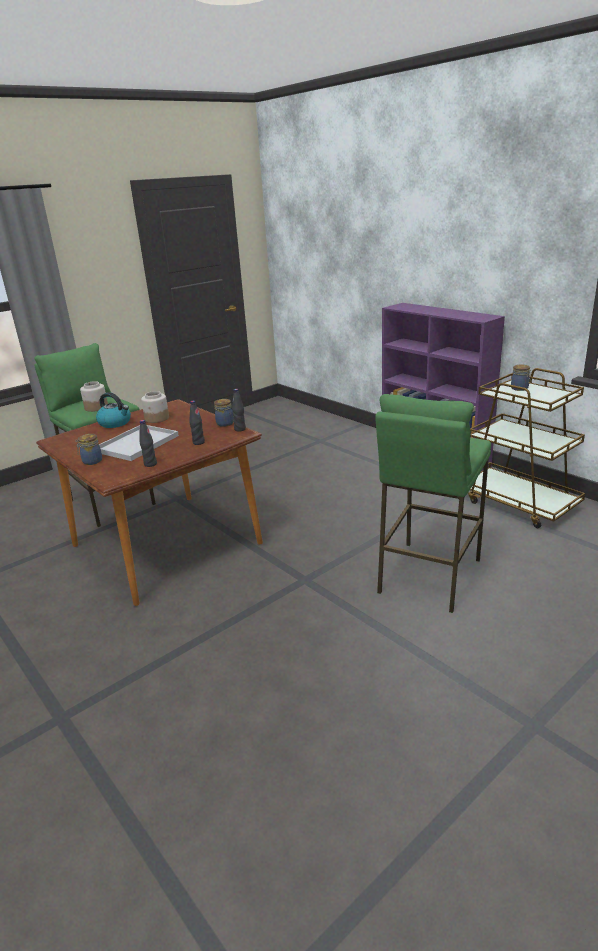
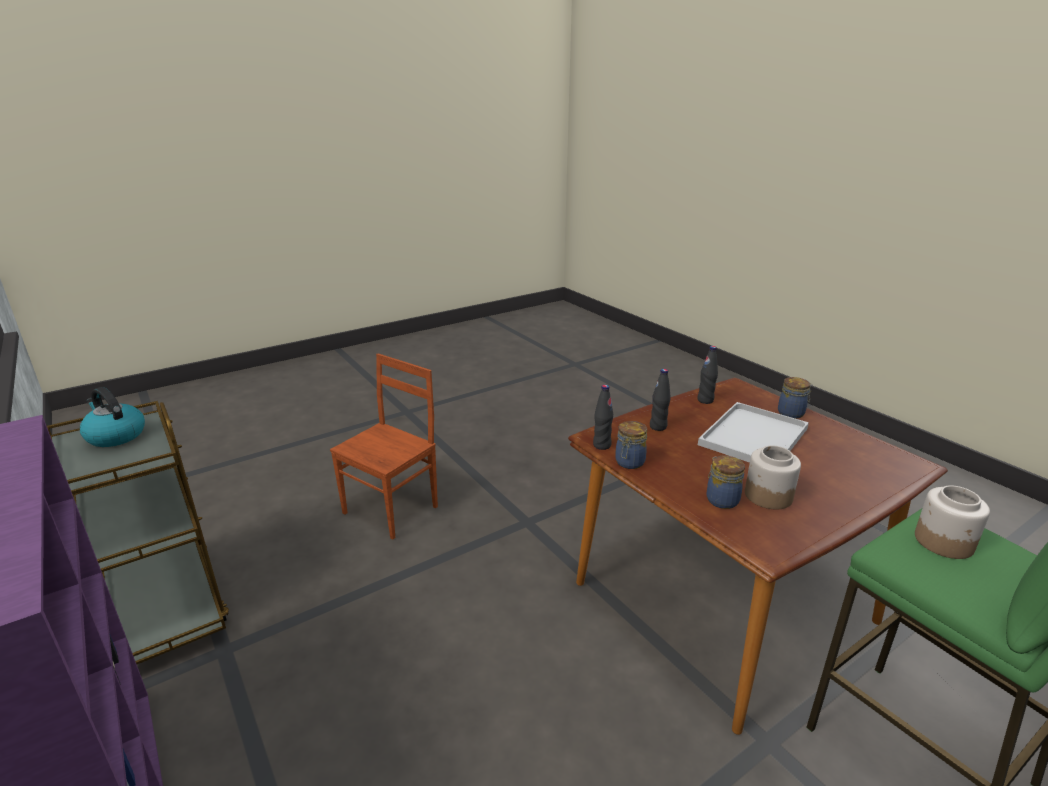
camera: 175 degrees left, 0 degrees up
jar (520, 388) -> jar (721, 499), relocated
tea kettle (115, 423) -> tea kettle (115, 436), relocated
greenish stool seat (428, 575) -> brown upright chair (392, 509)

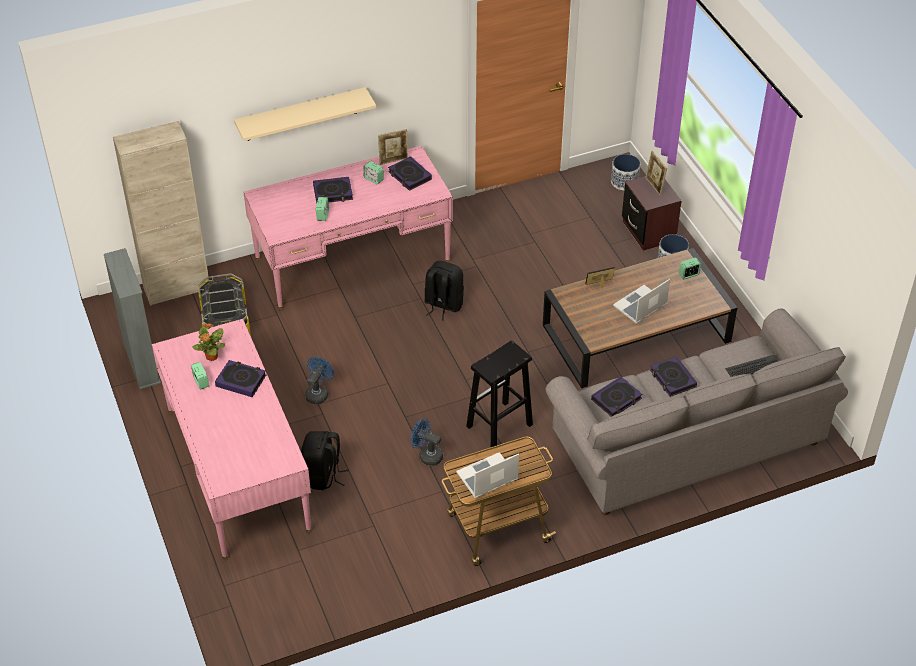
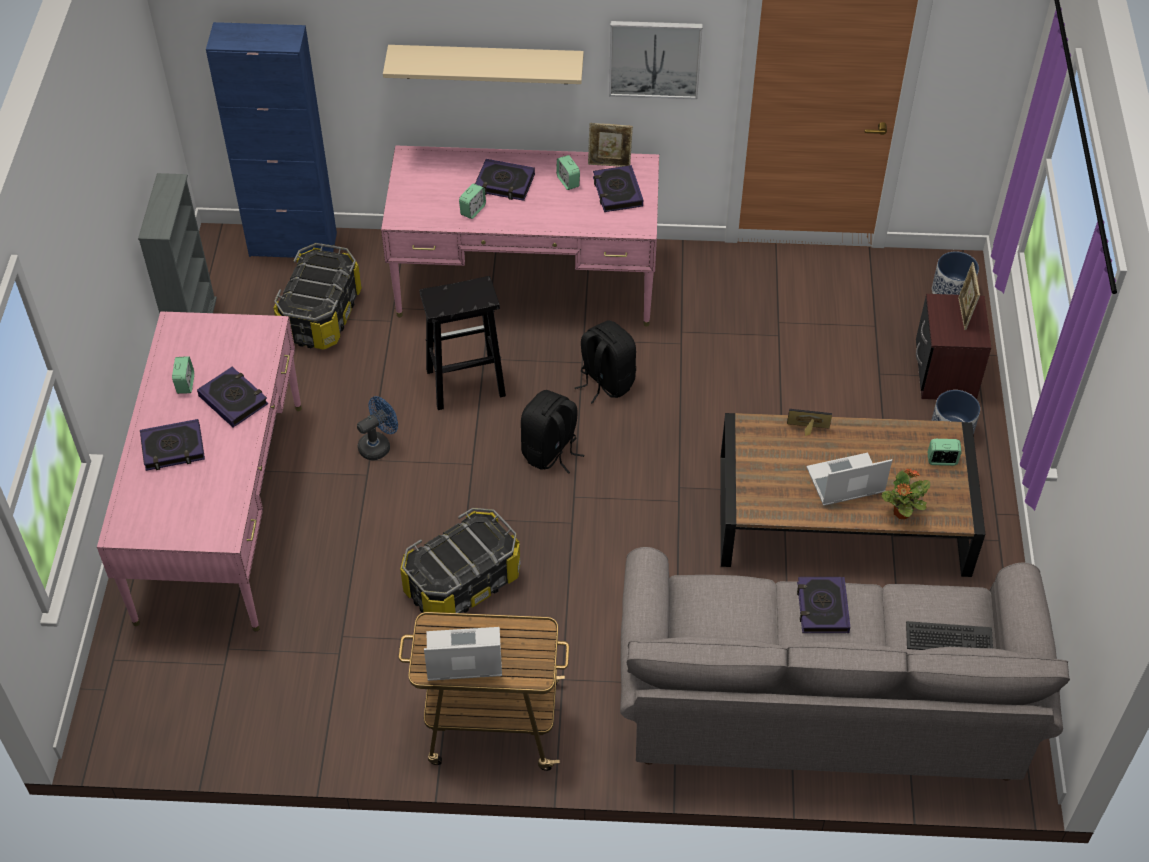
camera: 25 degrees right, 5 degrees up
beige-coloured cupboard (177, 288) -> blue cupboard (293, 245)
plant in a pot (211, 357) -> plant in a pot (901, 513), relocated
black stool seat (498, 426) -> black stool seat (464, 383), relocated
bound book (616, 399) -> bound book (173, 448), relocated
blue electric fan (427, 455) -> storage bin (463, 583)
black knapsack (323, 476) -> black knapsack (550, 452), relocated
none -> wall picture (654, 58)

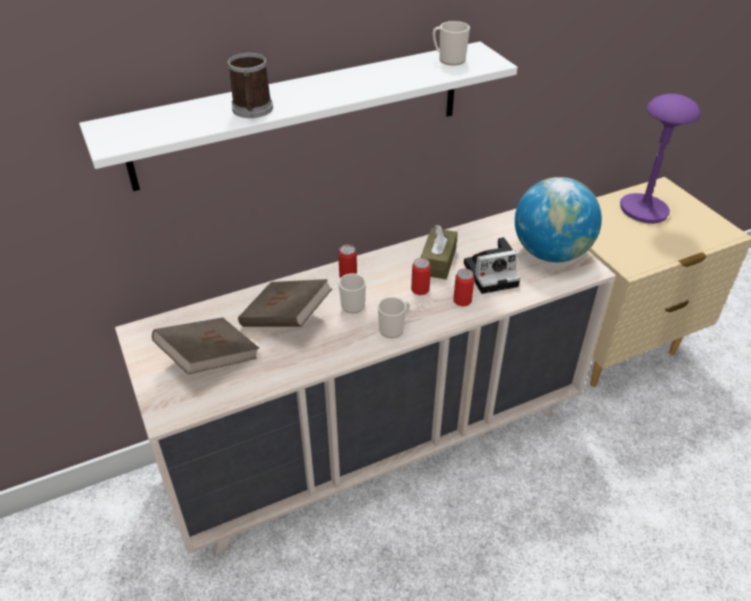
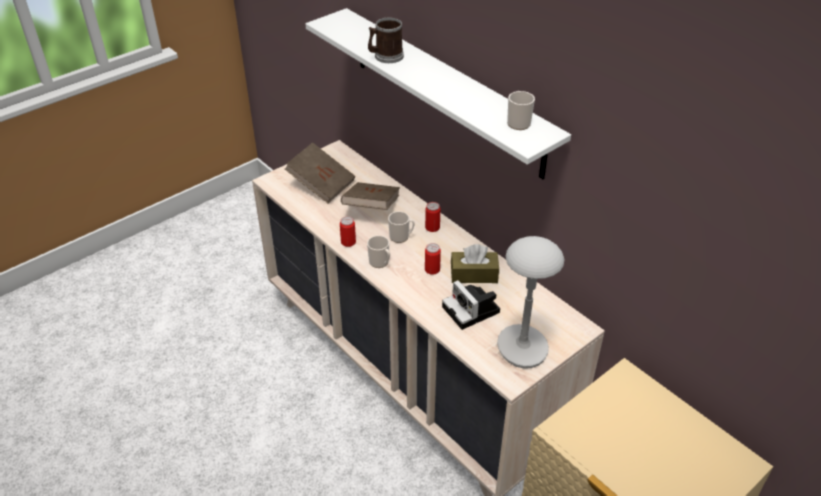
camera: 75 degrees right, 0 degrees up
purple lamp for a table (643, 210) -> none
world globe (550, 253) -> gray lamp for a table (522, 348)
sealed can (462, 301) -> sealed can (348, 242), relocated

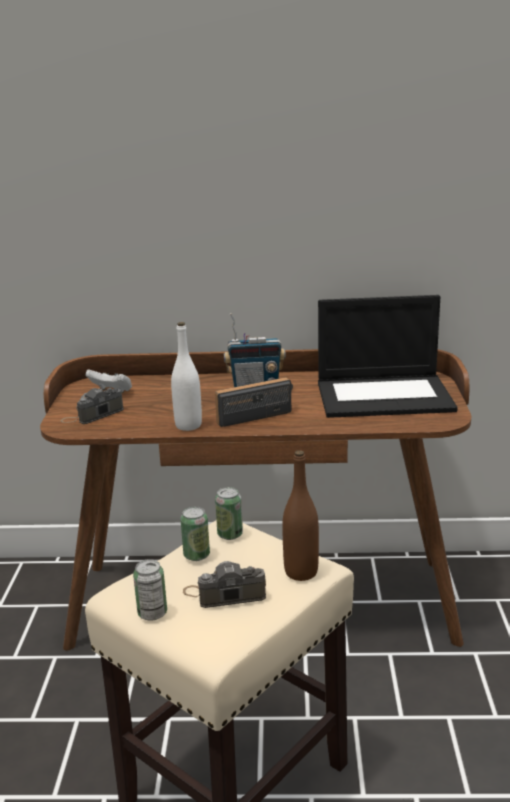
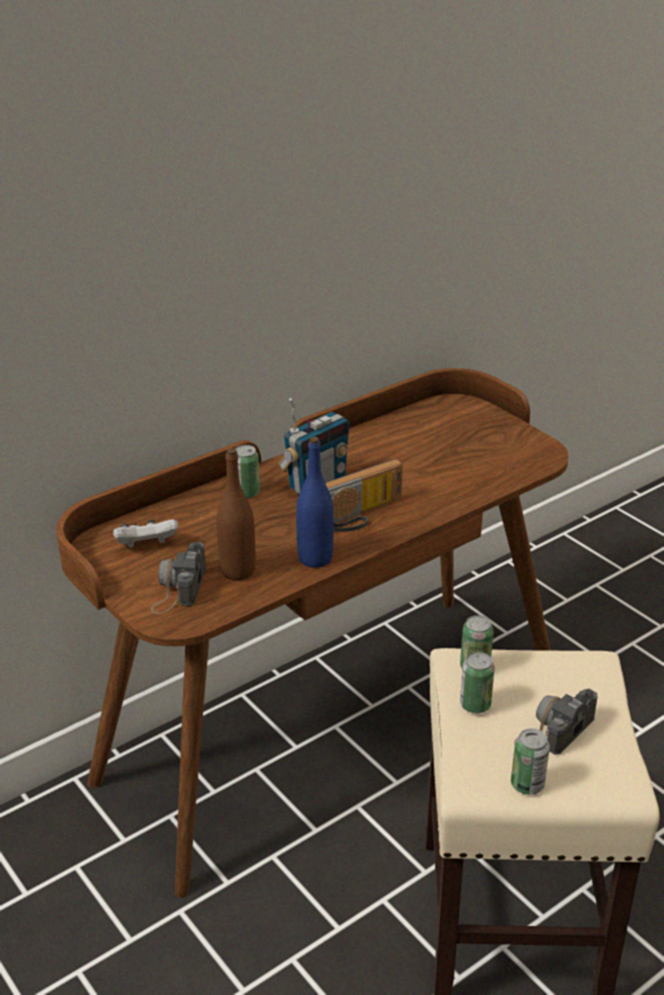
camera: 40 degrees left, 10 degrees up
laptop (385, 396) -> none
white-coloured drink bottle (188, 425) -> blue drink bottle (315, 558)
radio set (254, 414) -> radio set (361, 516), 150 degrees counterclockwise
brown drink bottle (301, 572) -> brown drink bottle (237, 571), relocated
none -> sealed can (246, 493)

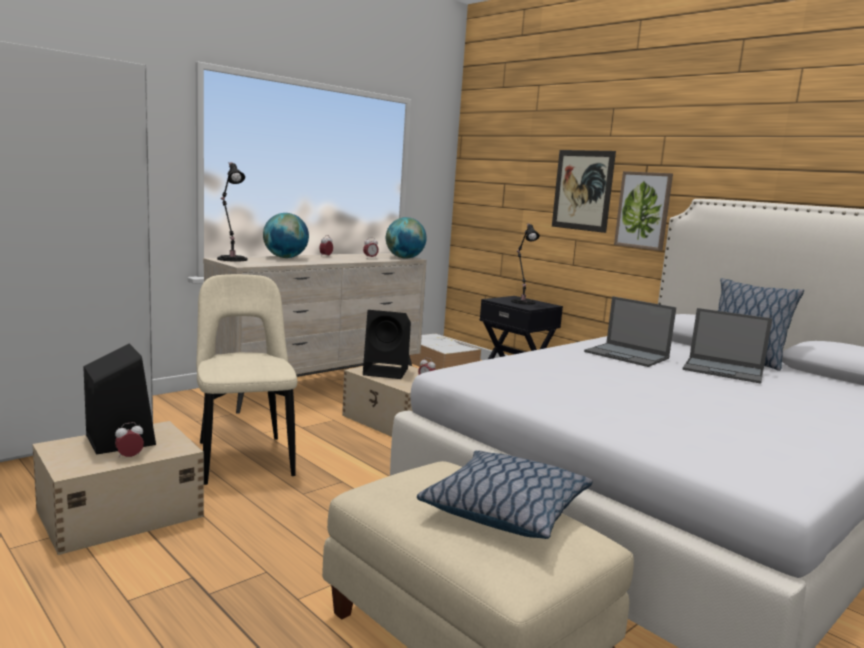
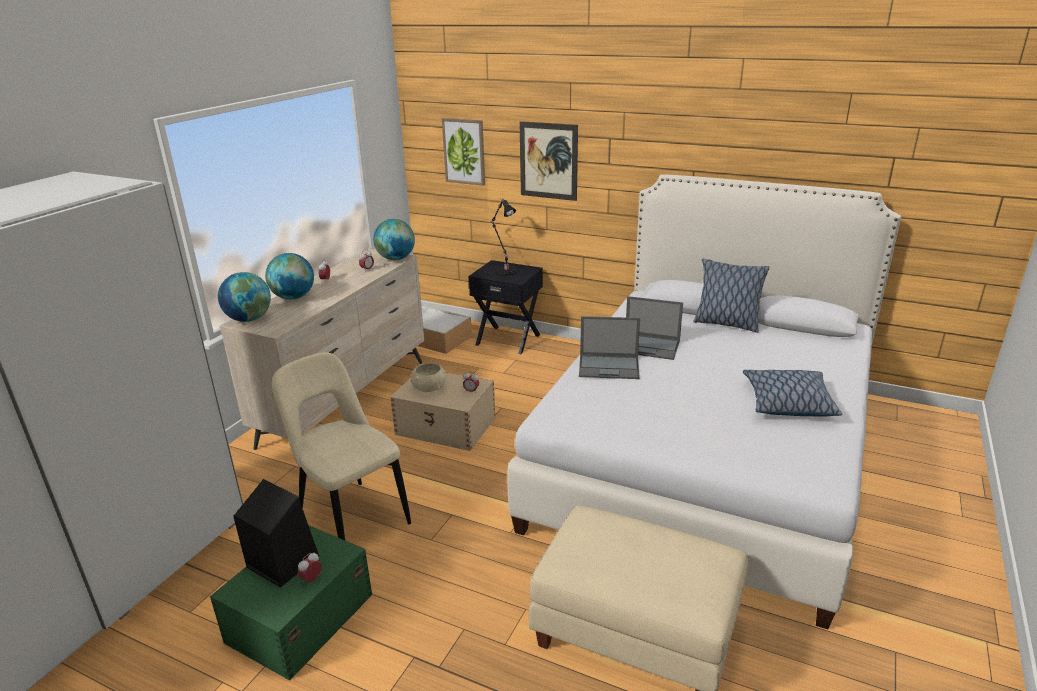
camera: 20 degrees left, 15 degrees up
black lamp for a table (231, 259) -> world globe (249, 319)
wall picture (643, 210) -> wall picture (464, 151), relocated
laptop (724, 370) -> laptop (609, 367), relocated
black audio speaker (387, 372) -> beige-coloured deep dish (429, 388)
beige-coloured storage bin (118, 513) -> greenish storage bin (299, 618)
cushion (504, 510) -> cushion (787, 403), relocated

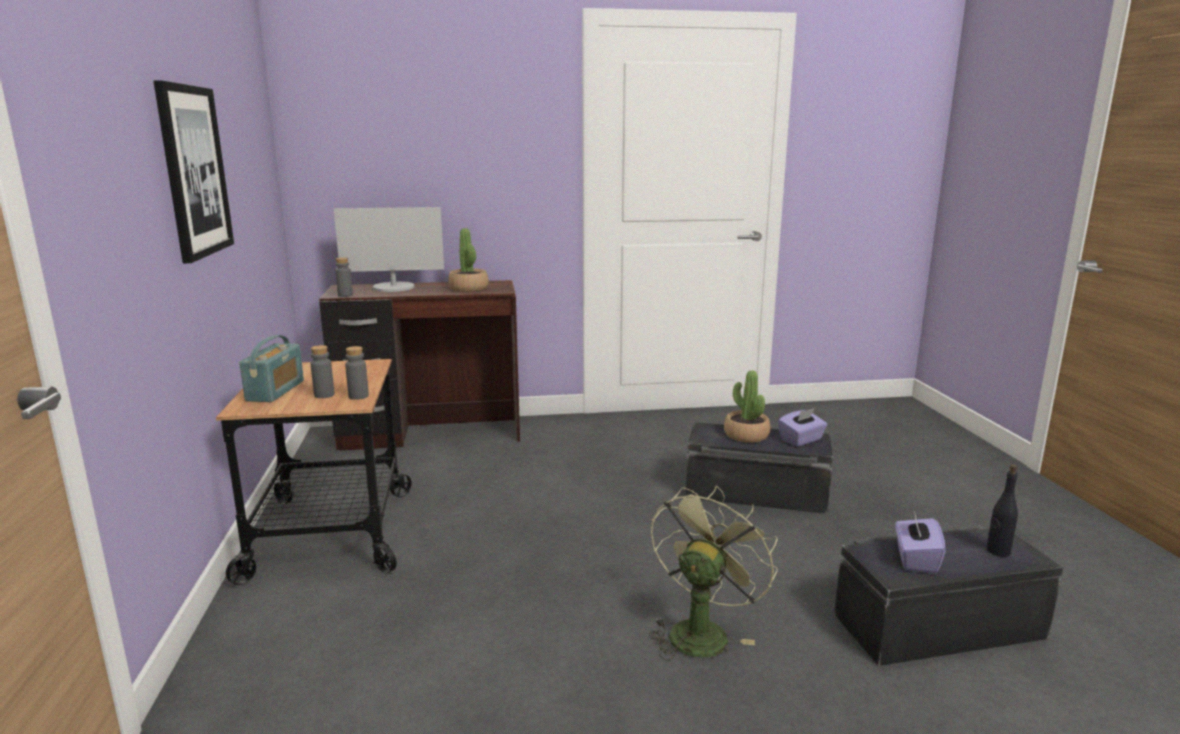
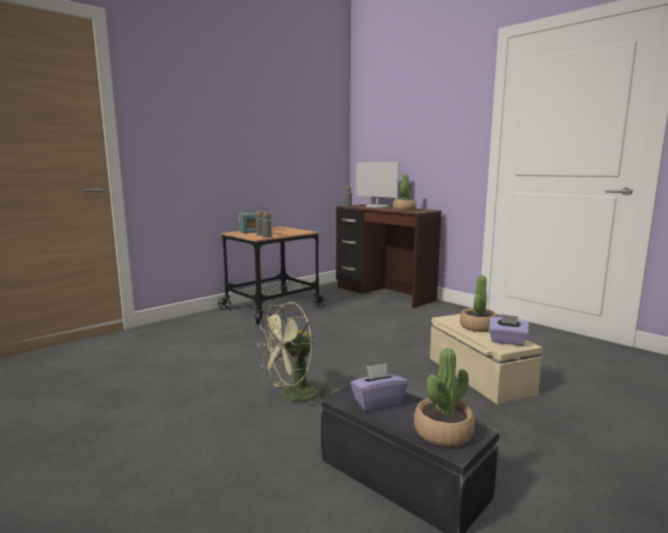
camera: 55 degrees right, 5 degrees down
wall picture (194, 171) -> none
black storage bin (755, 493) -> beige-coloured storage bin (477, 375)
black drink bottle (997, 551) -> plant in a pot (443, 433)
greenish electric fan (701, 631) -> greenish electric fan (293, 396), 150 degrees clockwise

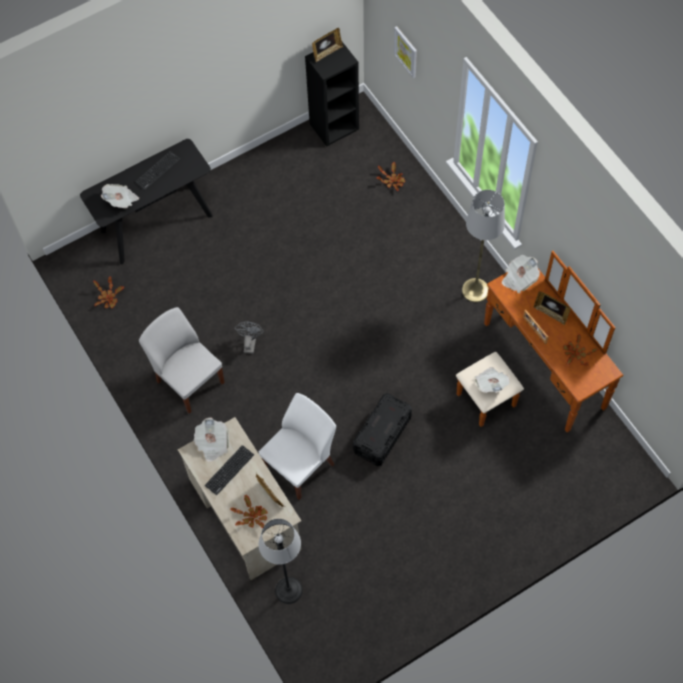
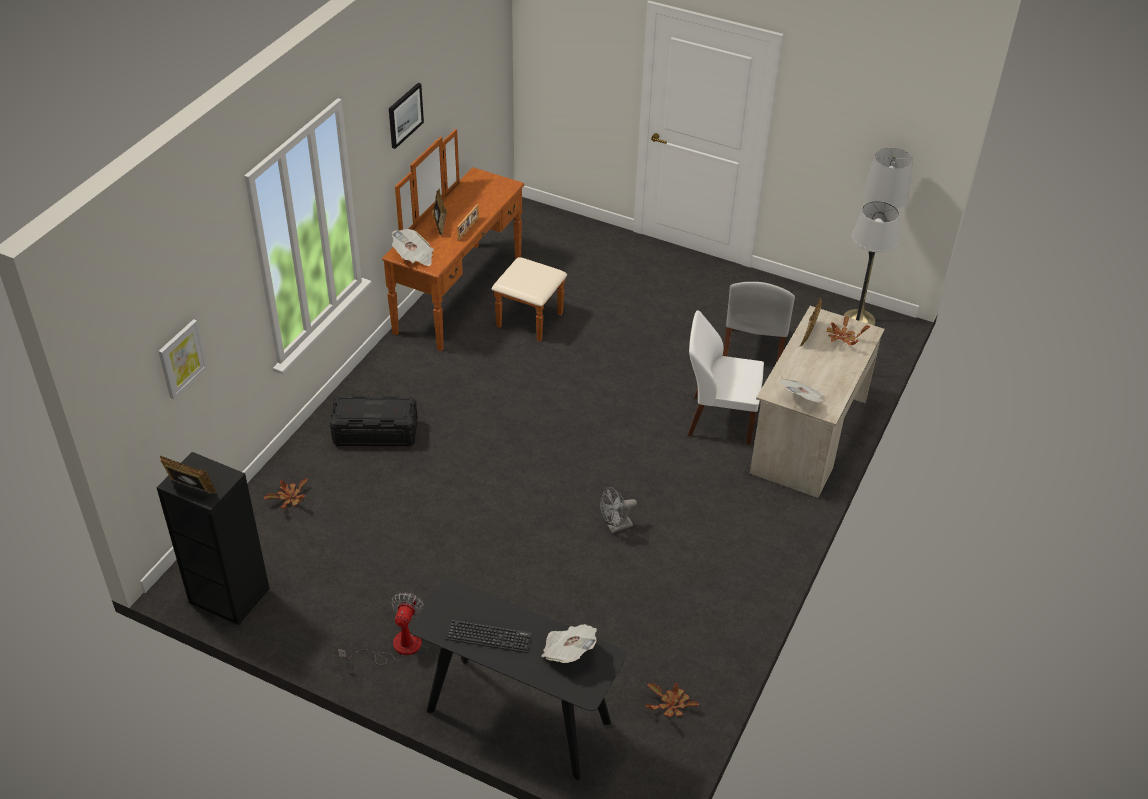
camera: 125 degrees left, 20 degrees down
gray standard lamp (475, 290) -> gray standard lamp (859, 320), relocated
white-coloured upright chair (189, 380) -> white-coloured upright chair (753, 352), relocated
plant in a pot (575, 354) -> none
daily paper (491, 384) -> none
black storage bin (382, 434) -> black storage bin (375, 433), relocated
computer keyboard (229, 470) -> none
none -> wall picture (405, 115)
none -> electric fan (396, 647)

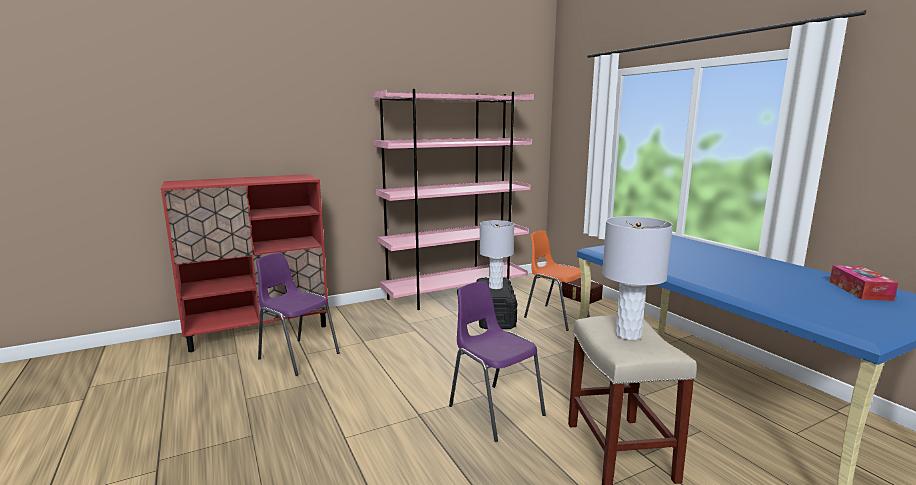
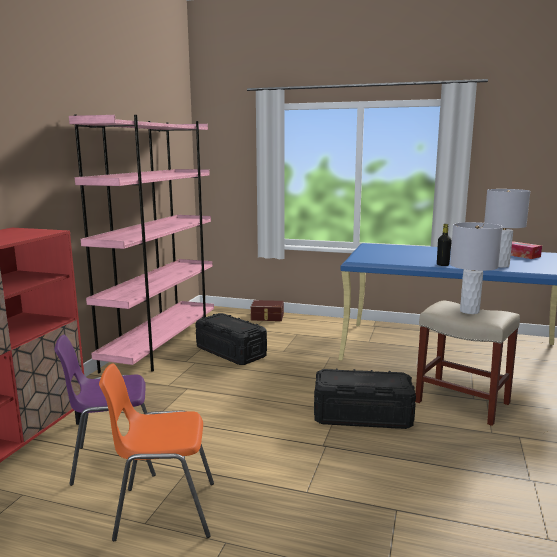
camera: 45 degrees left, 0 degrees up
gray lamp for a table (496, 287) -> gray lamp for a table (500, 265), relocated
orange-coloured upright chair (555, 317) -> orange-coloured upright chair (163, 511), relocated
purple upright chair (494, 409) -> black storage bin (362, 415)
none -> black drink bottle (442, 265)

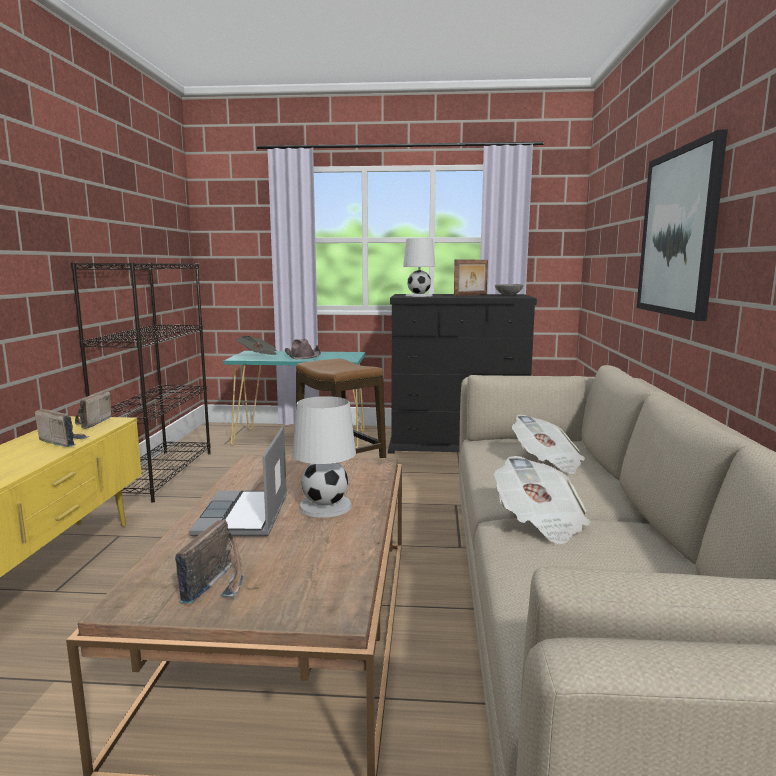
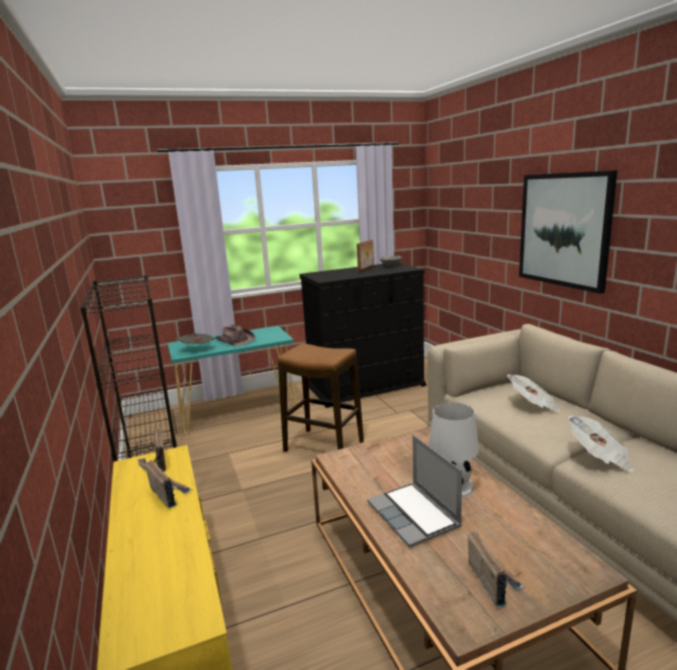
camera: 25 degrees left, 5 degrees up
white-coloured lamp for a table (418, 295) -> none
radio set (63, 441) -> radio set (169, 493), 45 degrees clockwise

